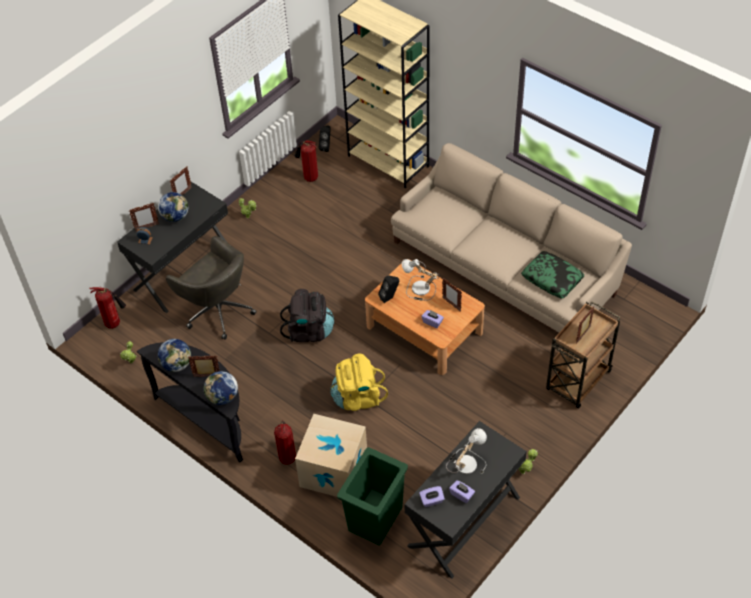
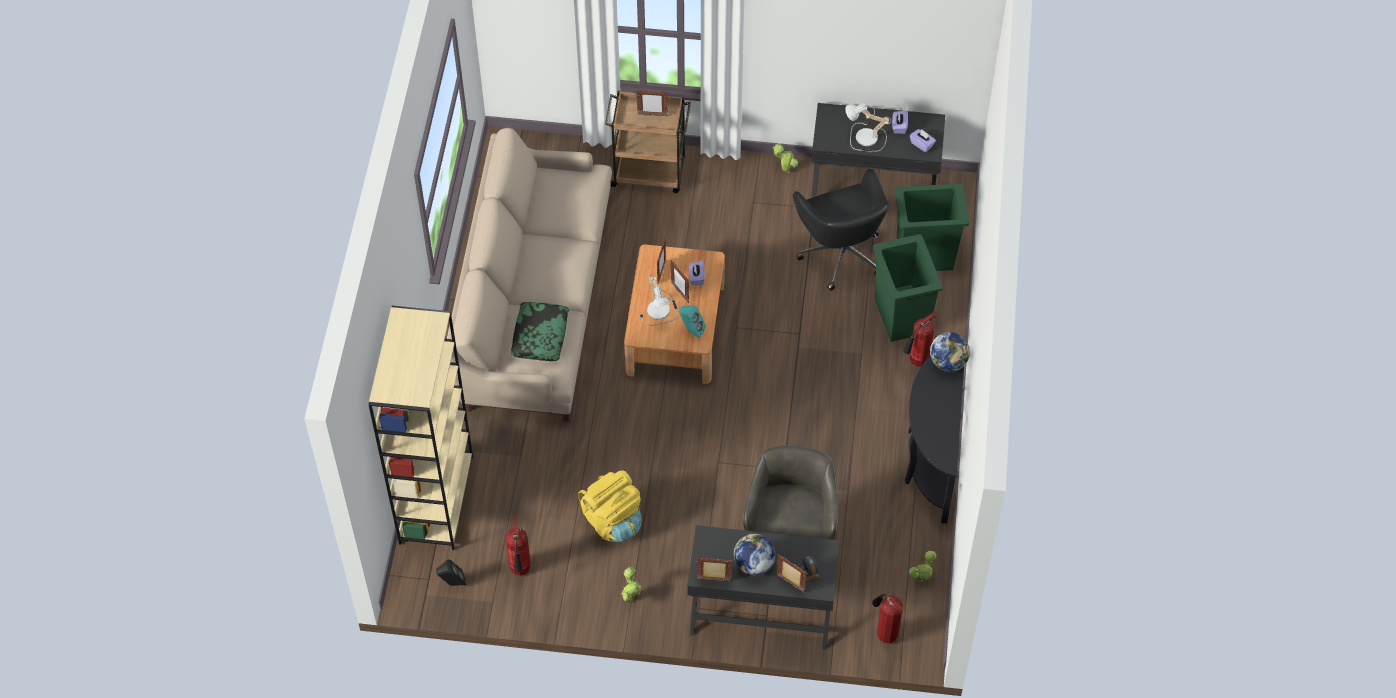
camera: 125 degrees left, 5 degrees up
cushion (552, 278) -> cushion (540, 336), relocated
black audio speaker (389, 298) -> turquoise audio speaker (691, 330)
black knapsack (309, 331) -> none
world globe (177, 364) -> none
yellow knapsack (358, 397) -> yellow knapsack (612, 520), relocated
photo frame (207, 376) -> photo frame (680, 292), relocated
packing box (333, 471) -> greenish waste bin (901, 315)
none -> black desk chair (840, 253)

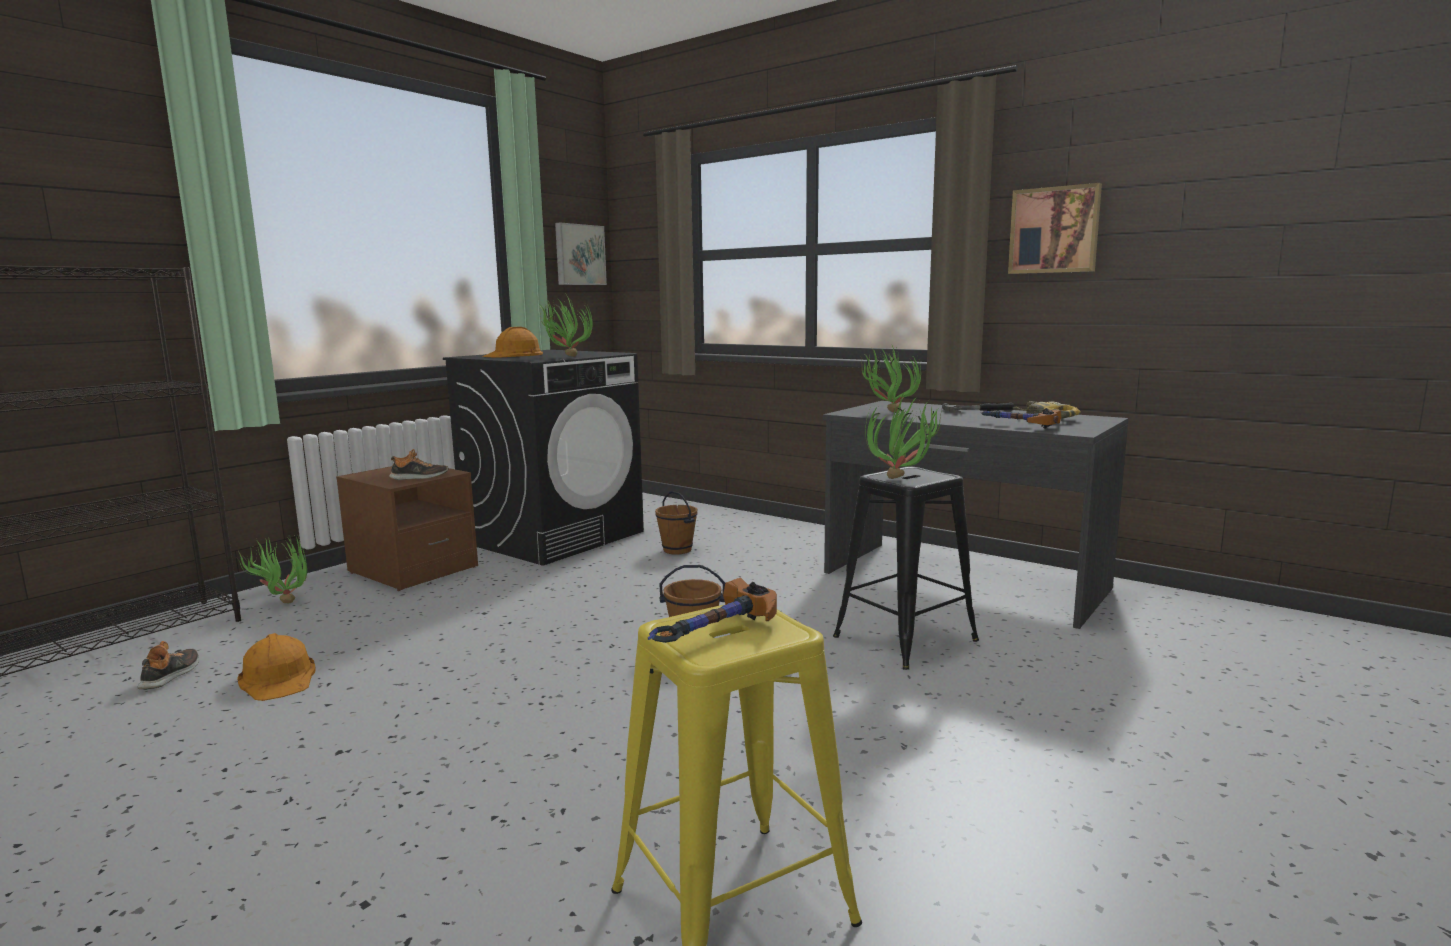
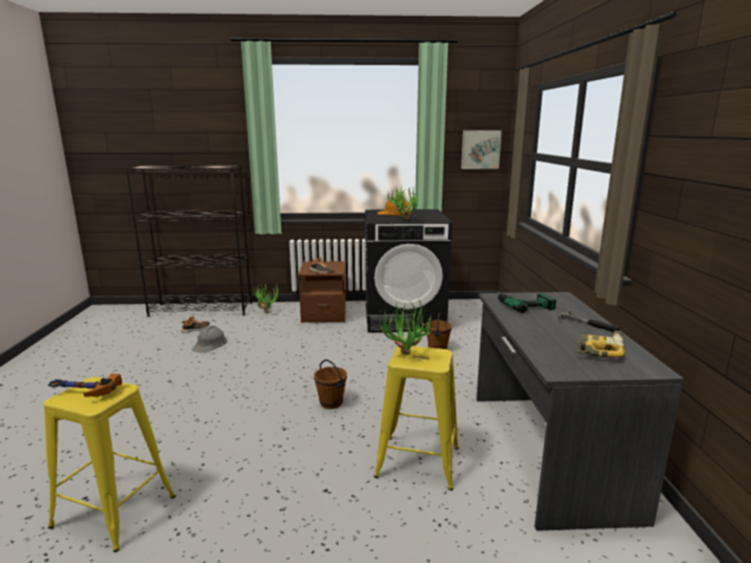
camera: 50 degrees right, 5 degrees up
wall picture (1054, 230) -> none
plant in a pot (887, 412) -> electric drill (521, 304)
hammer (1016, 426) -> none
black stool seat (905, 638) -> yellow stool seat (418, 462)
orange-coloured work helmet (279, 678) -> gray work helmet (210, 344)

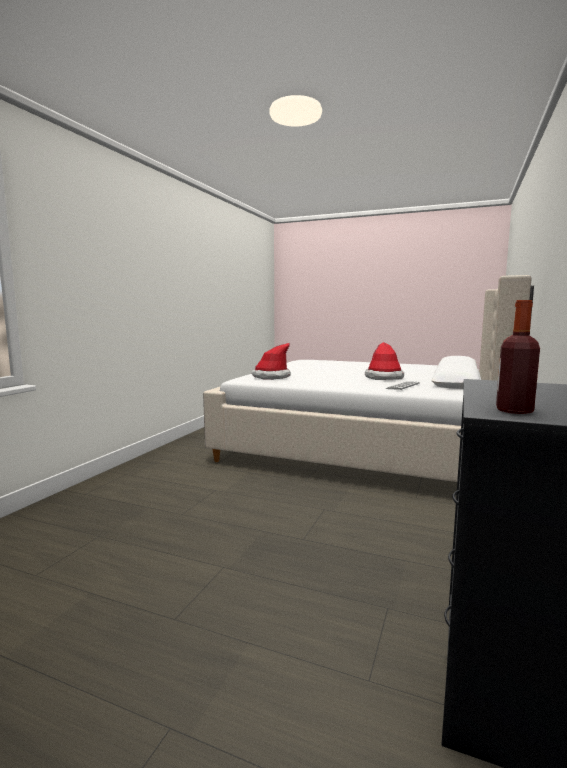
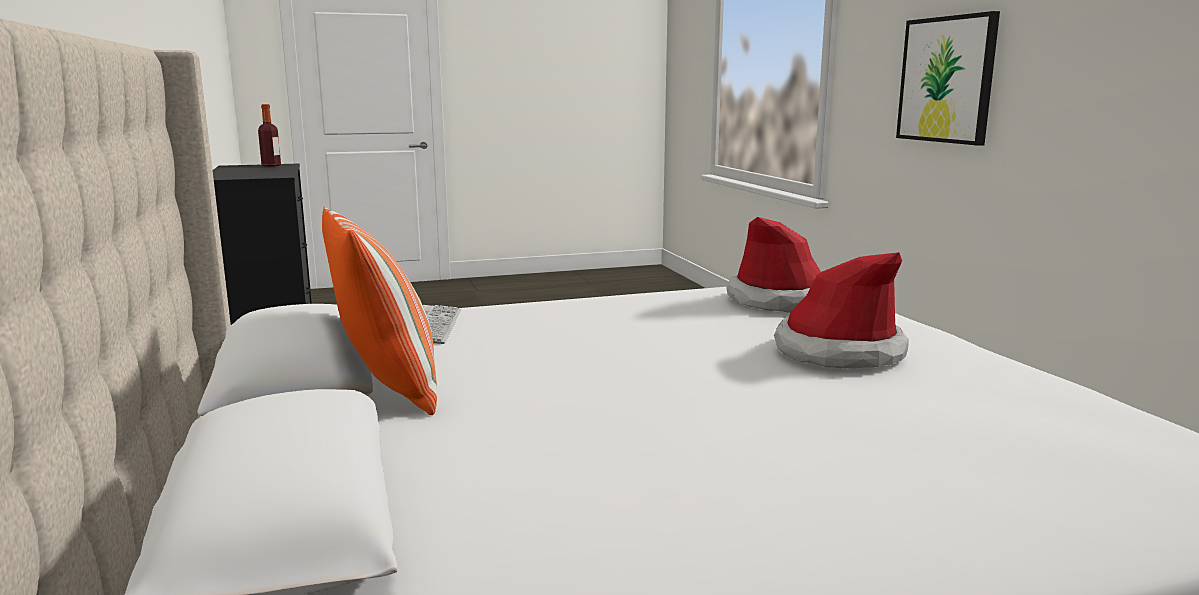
camera: 140 degrees right, 5 degrees up
clothing hat (384, 377) -> clothing hat (838, 352), relocated
none -> wall picture (946, 80)
none -> cushion (388, 387)

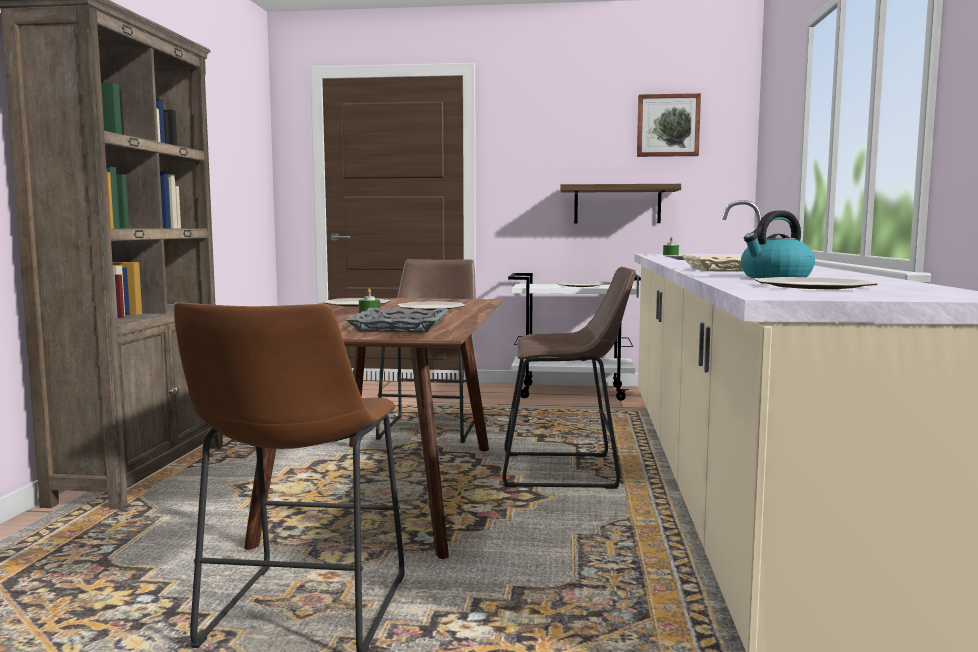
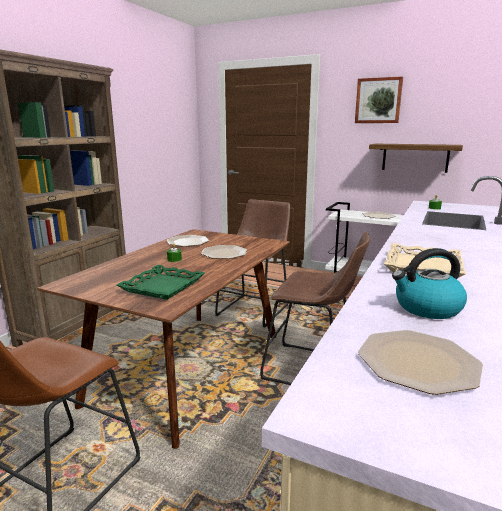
camera: 20 degrees right, 10 degrees up
wall picture (668, 125) -> wall picture (378, 100), relocated
gray carrying tray (401, 327) -> greenish carrying tray (163, 287)

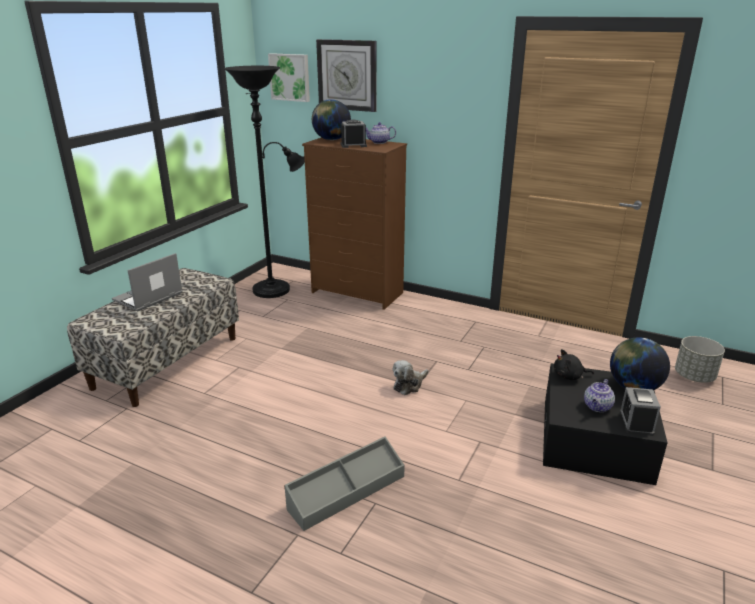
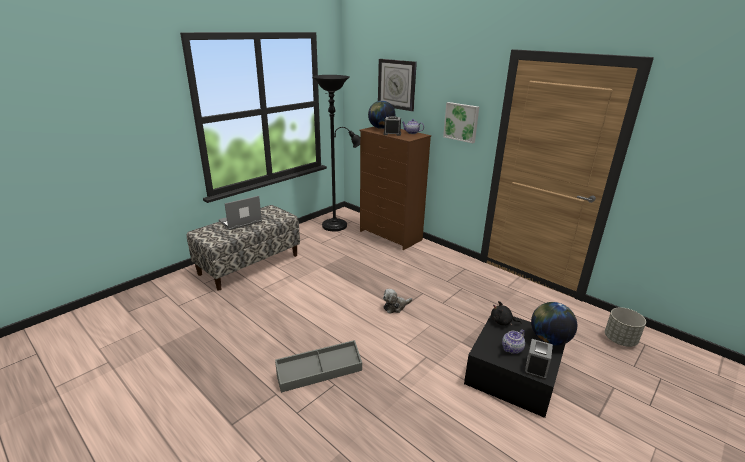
camera: 15 degrees right, 0 degrees up
wall picture (290, 77) -> wall picture (461, 122), relocated

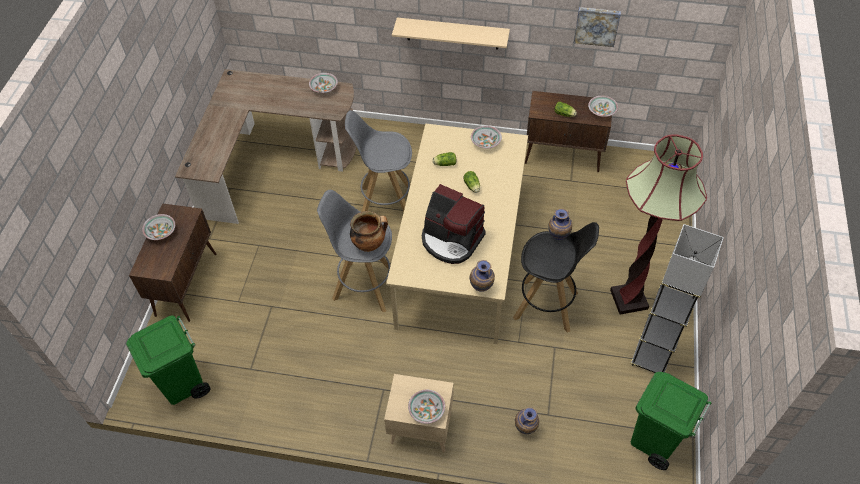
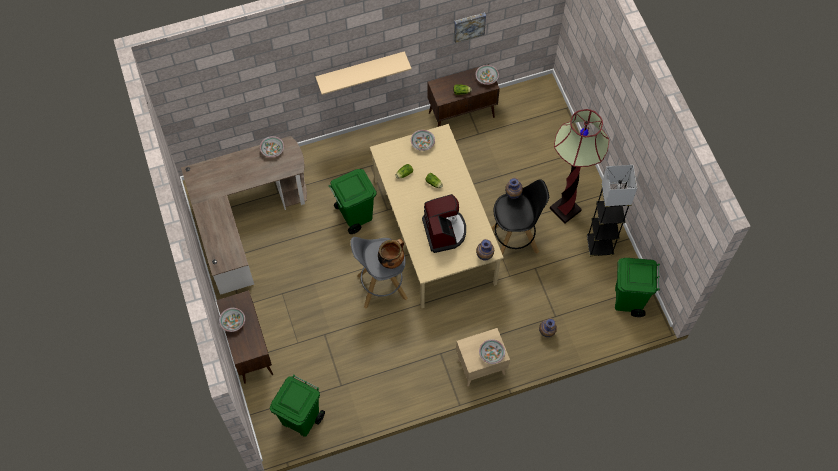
camera: 30 degrees left, 10 degrees up
gray stool seat (385, 203) -> greenish waste bin (355, 215)
coffee brewer (451, 240) -> coffee brewer (444, 231), 105 degrees counterclockwise

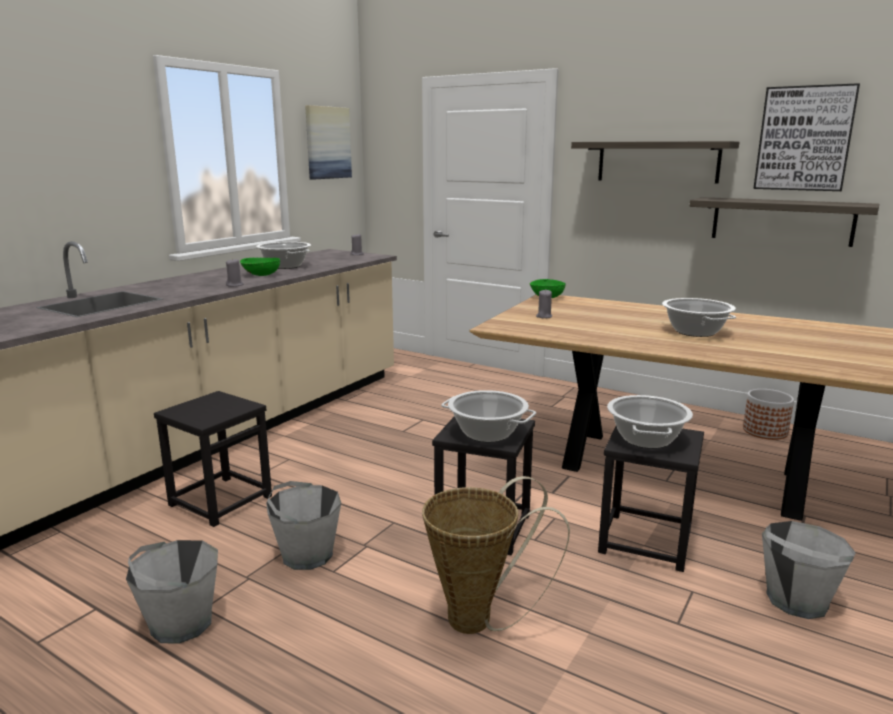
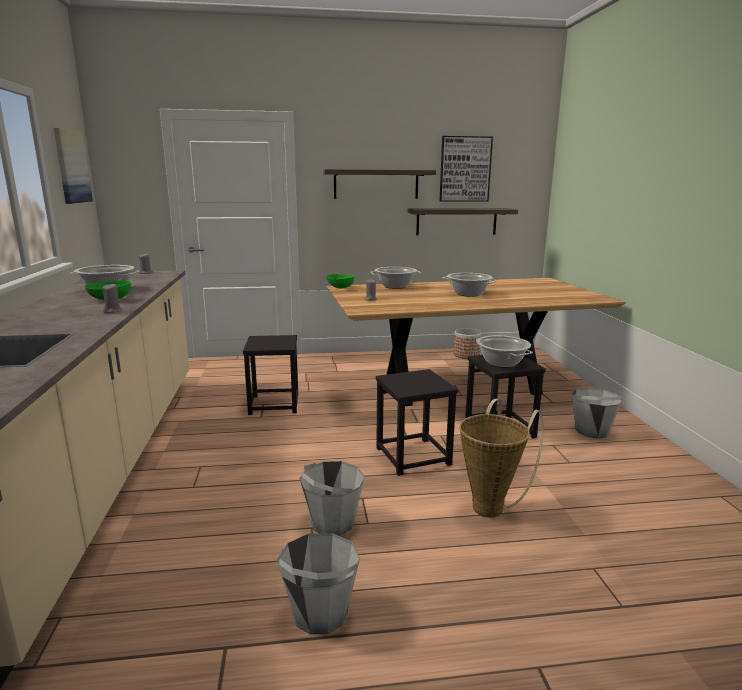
camera: 40 degrees left, 0 degrees up
stockpot (487, 433) -> stockpot (395, 286), relocated
black stool seat (220, 500) -> black stool seat (273, 404), relocated

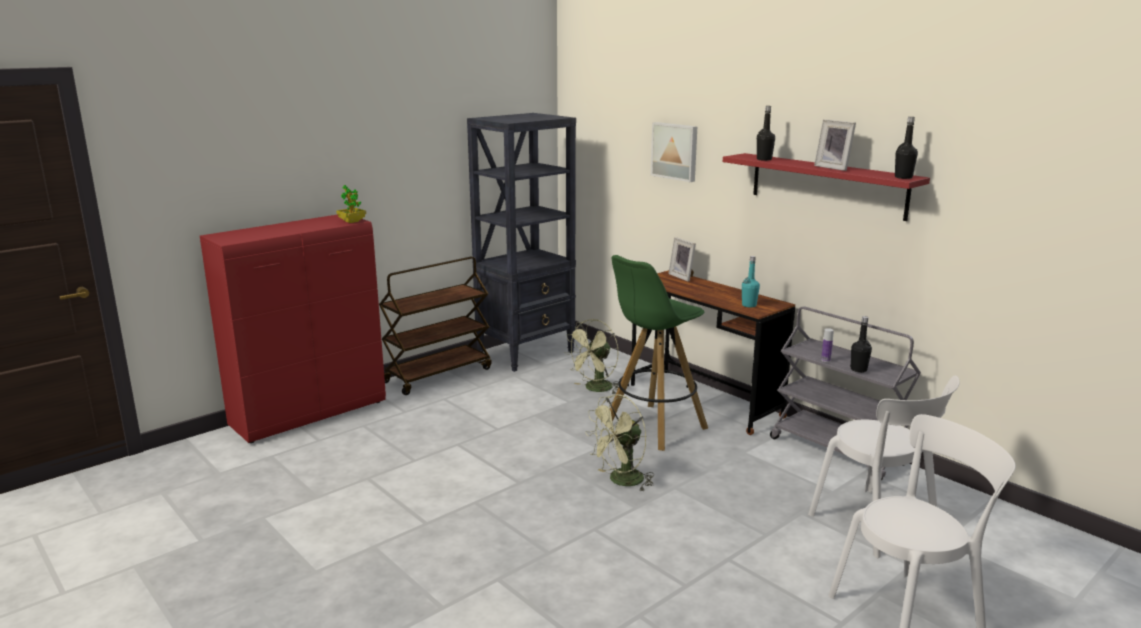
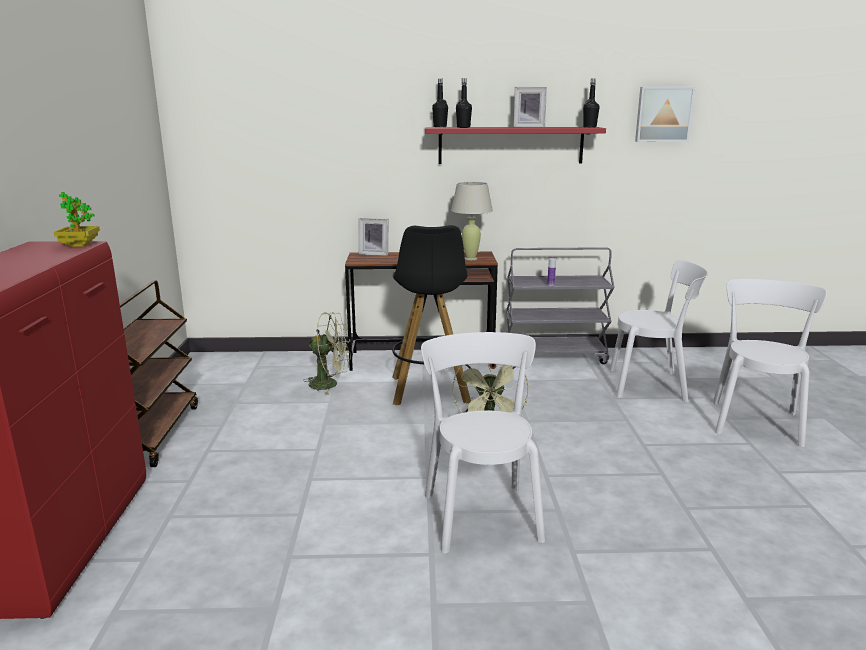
camera: 50 degrees left, 0 degrees up
black shelving unit (526, 353) -> none
wall picture (675, 151) -> wall picture (663, 114), relocated
greenish stool seat (654, 427) -> black stool seat (430, 391)
turquoise drink bottle (749, 305) -> beige-coloured lamp for a table (471, 258)
black drink bottle (858, 369) -> black drink bottle (440, 127), relocated
greenish electric fan (595, 389) -> greenish electric fan (330, 384), 75 degrees counterclockwise
none -> white-coloured upright chair (481, 513)

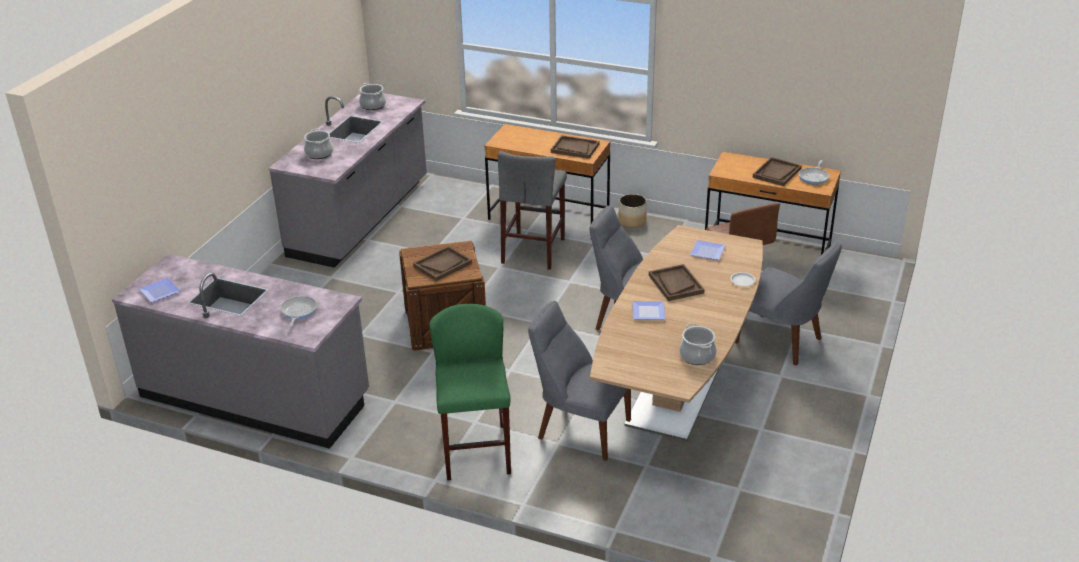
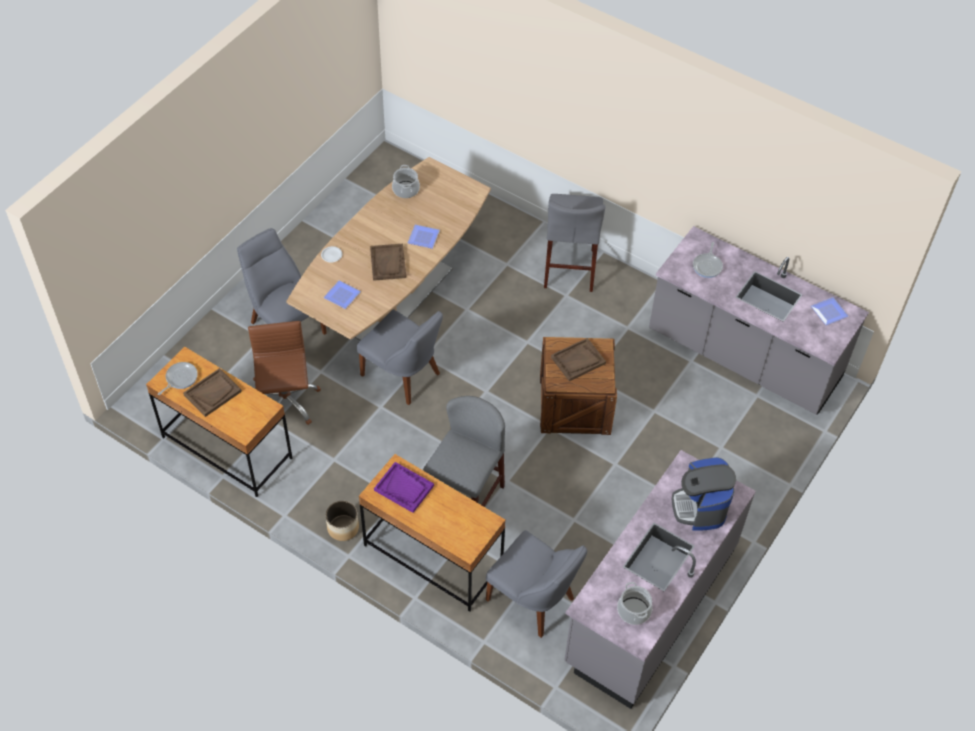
camera: 170 degrees left, 20 degrees up
stockpot (319, 154) -> coffee brewer (700, 507)
brown carrying tray (574, 148) -> purple carrying tray (404, 488)
gray upright chair (580, 429) -> gray upright chair (533, 601), relocated
greenish stool seat (475, 452) -> gray stool seat (569, 268)

